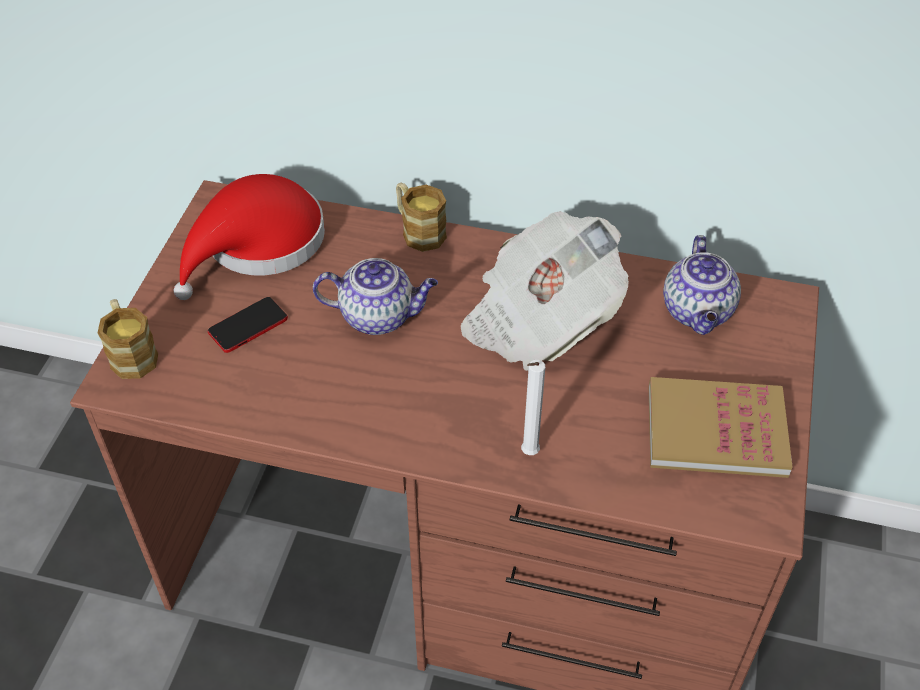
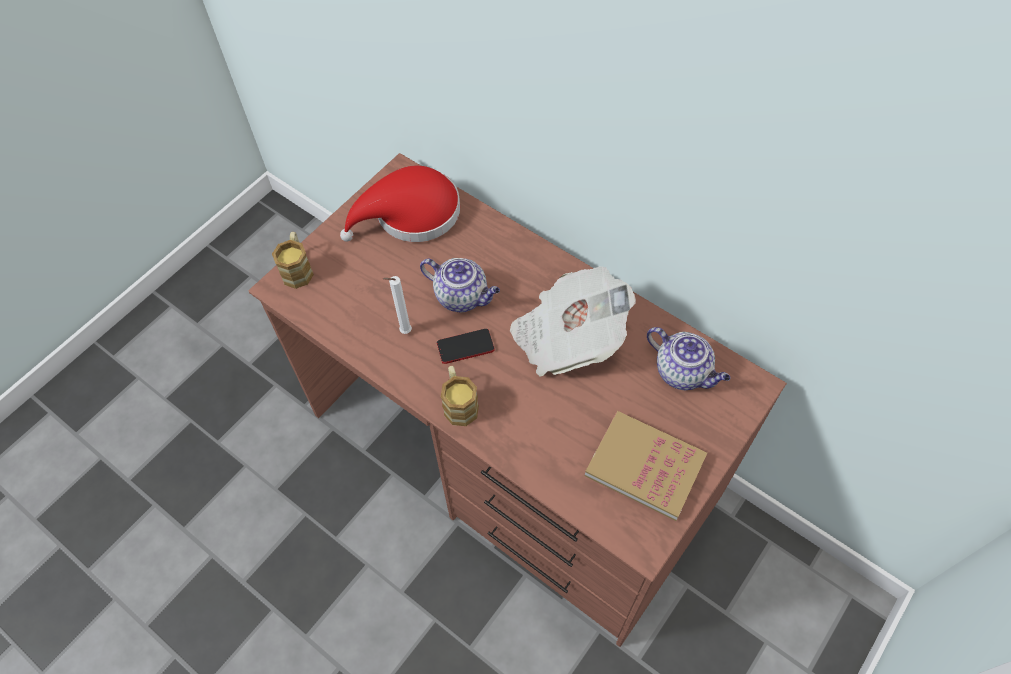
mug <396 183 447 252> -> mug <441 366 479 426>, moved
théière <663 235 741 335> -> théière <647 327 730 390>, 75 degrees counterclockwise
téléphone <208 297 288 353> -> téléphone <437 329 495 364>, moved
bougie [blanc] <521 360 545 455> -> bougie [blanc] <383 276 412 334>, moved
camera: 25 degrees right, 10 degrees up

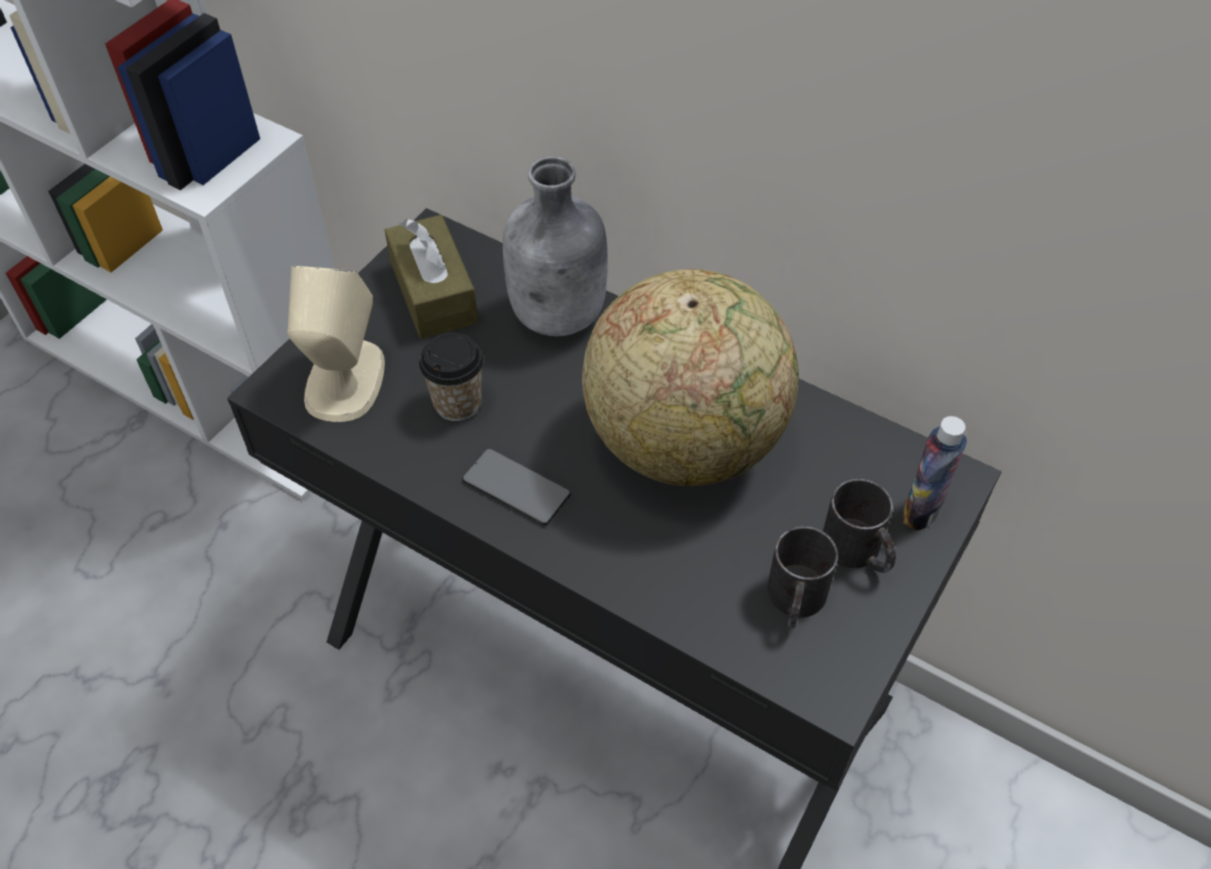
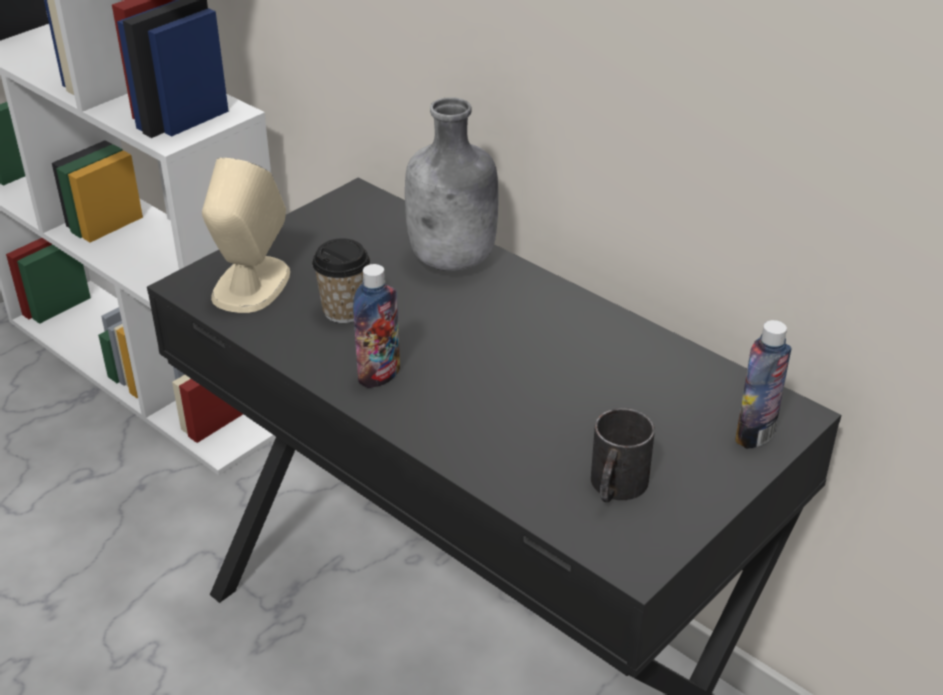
boîte à mouchoirs [marron] <385 215 478 339> -> none
globe <582 269 799 486> -> none
téléphone <462 448 571 525> -> bouteille <353 264 400 388>
mug [noir] <823 479 896 573> -> none
camera: 10 degrees right, 15 degrees down

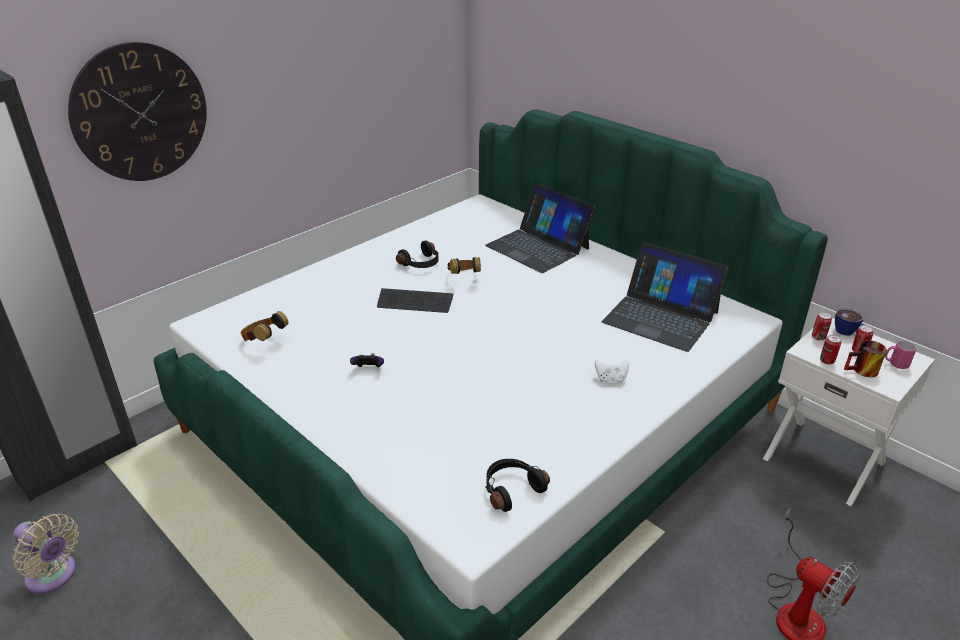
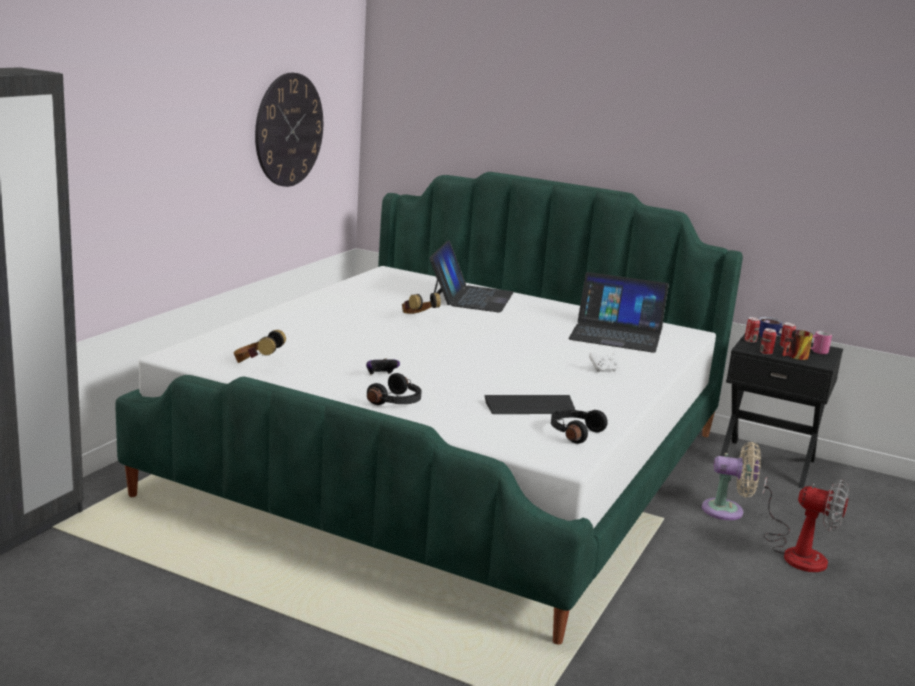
horloge murale <68 42 207 181> -> horloge murale <255 73 323 187>, moved
ordinateur portable <485 183 596 273> -> ordinateur portable <429 241 514 312>, 105 degrees counterclockwise
casque audio [noir] <396 240 439 268> -> casque audio [noir] <367 373 421 405>, moved
clavier <377 288 453 313> -> clavier <485 395 575 414>, moved
table de chevet [blanc] <763 318 935 506> -> table de chevet [noir] <720 333 843 488>
ventilateur [beige] <13 514 79 594> -> ventilateur [beige] <702 442 761 520>, moved
camera: 20 degrees left, 15 degrees down

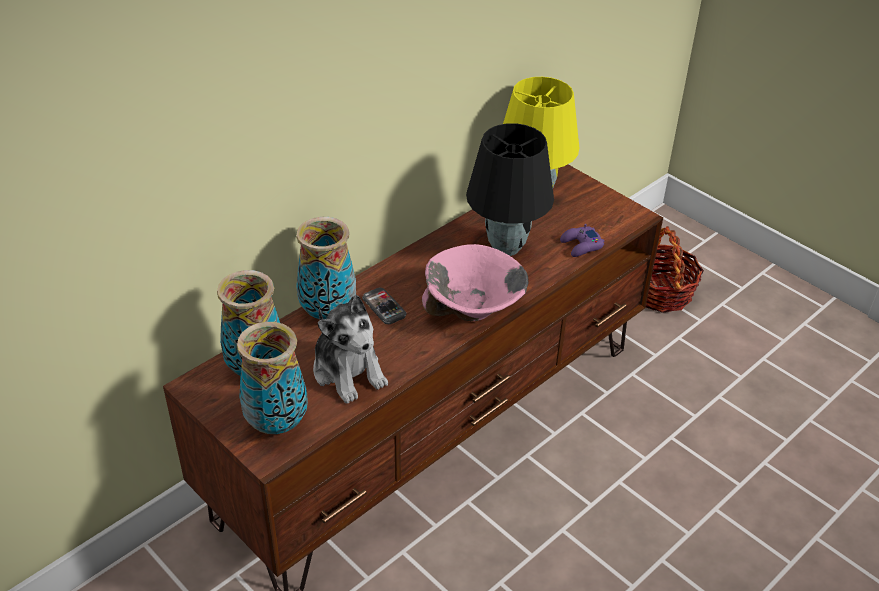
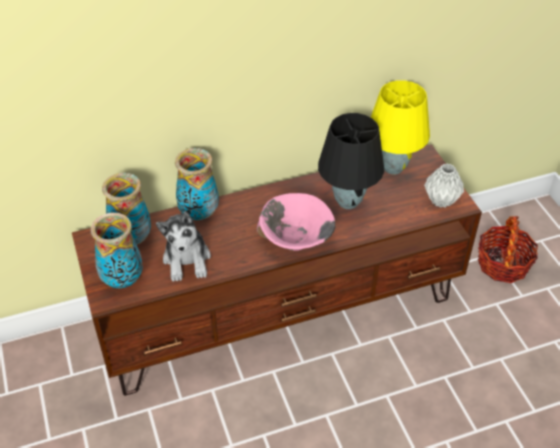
manette [violet] <560 224 605 257> -> none
téléphone <362 288 407 324> -> none
none -> vase [gris] <424 164 464 208>
camera: 25 degrees right, 5 degrees up

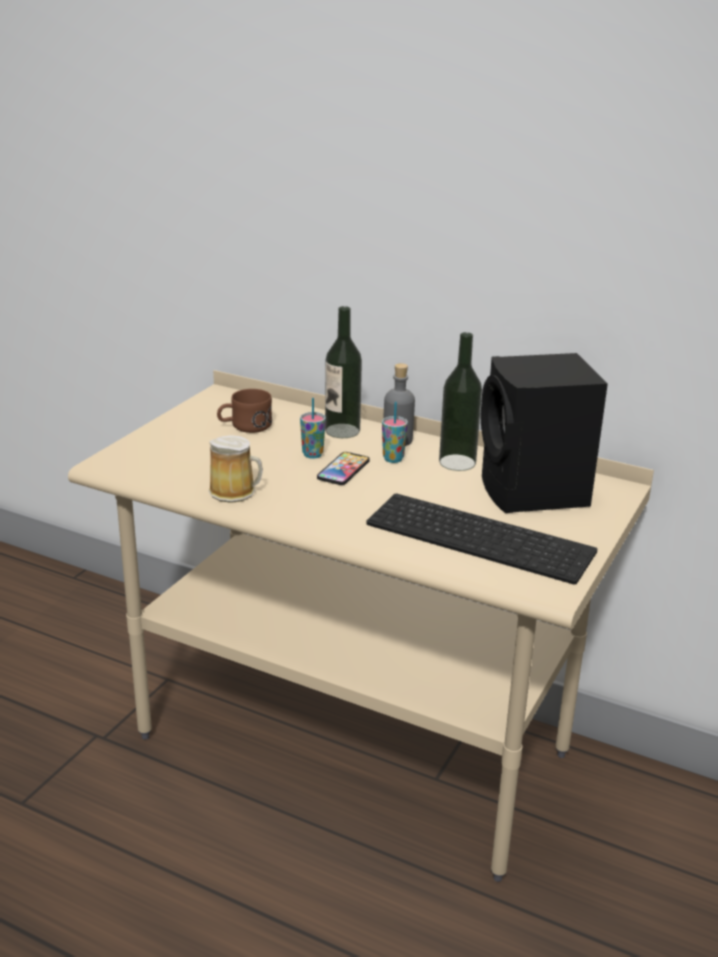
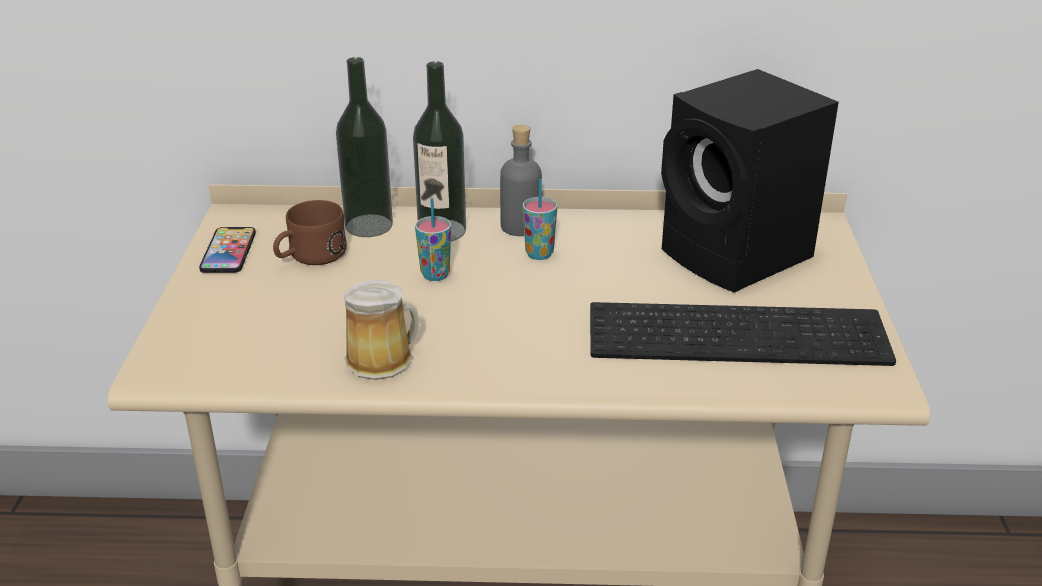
bouteille <439 332 482 471> -> bouteille <336 57 393 237>, moved
téléphone <317 452 369 485> -> téléphone <199 227 256 273>, moved
camera: 25 degrees left, 5 degrees up

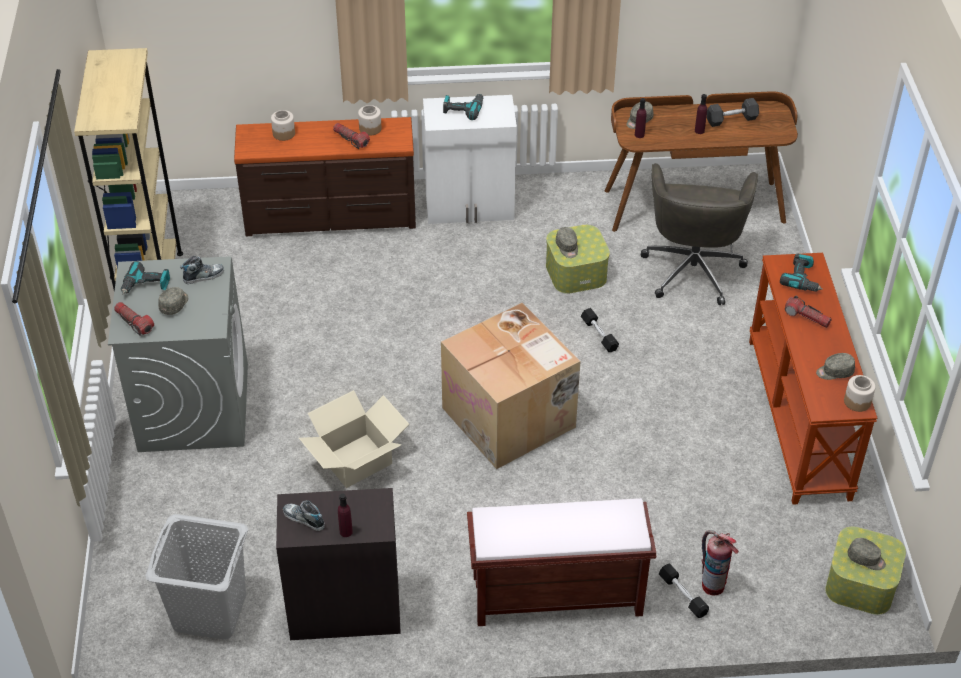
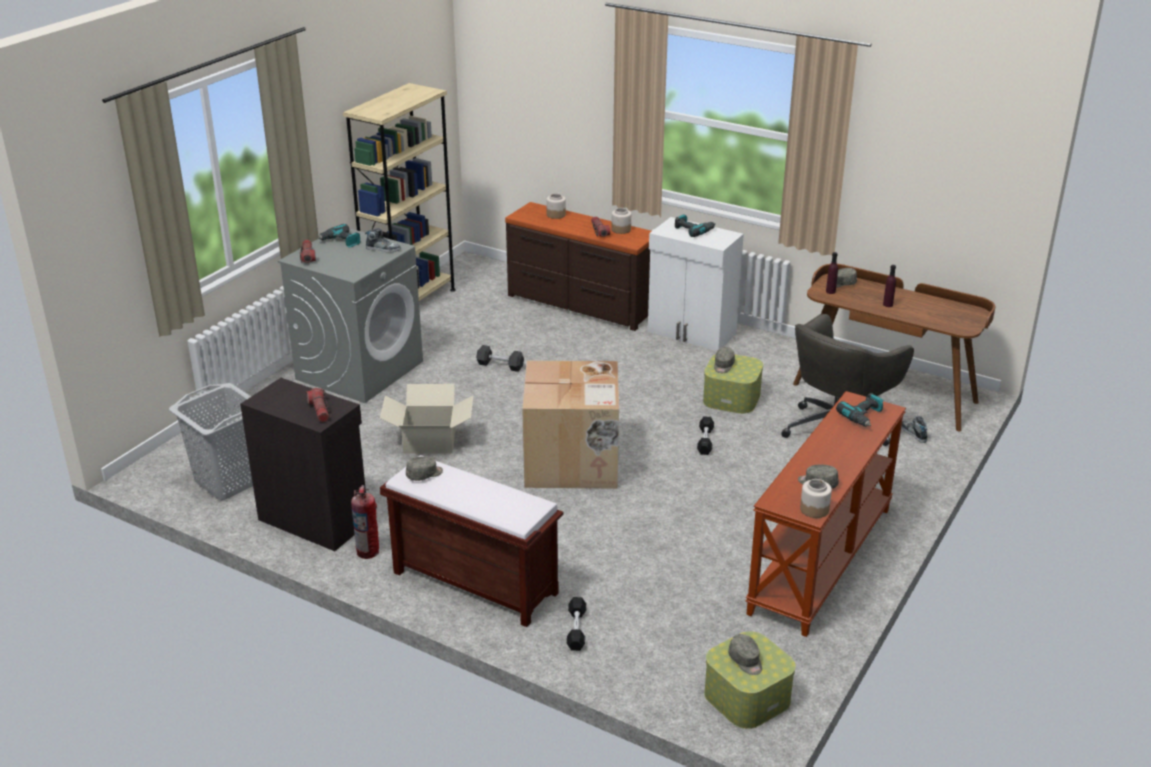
haltère [gris] <707 98 759 127> -> haltère [gris] <476 345 524 372>, moved
casquette [gris] <158 287 188 315> -> casquette [gris] <406 457 443 481>, moved
lampe de poche <785 296 832 328> -> lampe de poche <306 388 329 422>, moved
bouteille [violet] <338 494 353 537> -> none
chaussure <283 500 325 531> -> chaussure <901 416 927 443>, moved
extincteur <702 530 739 595> -> extincteur <351 485 379 559>, moved
camera: 35 degrees right, 15 degrees down

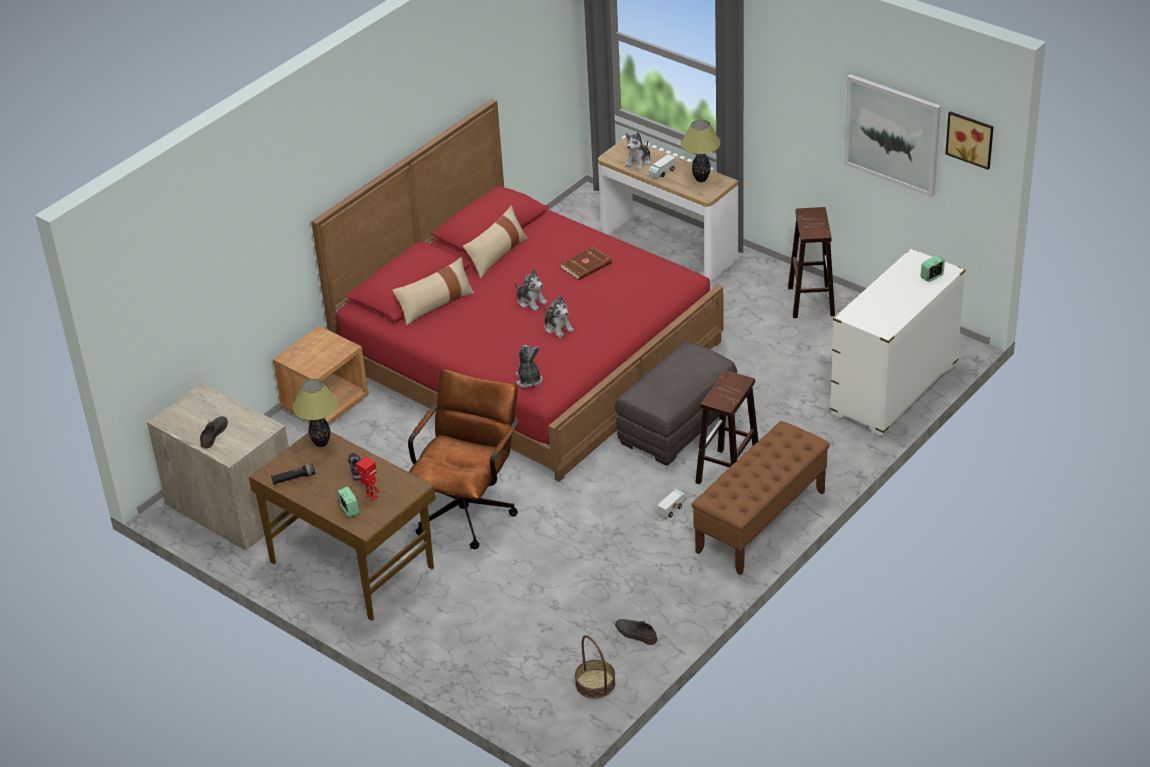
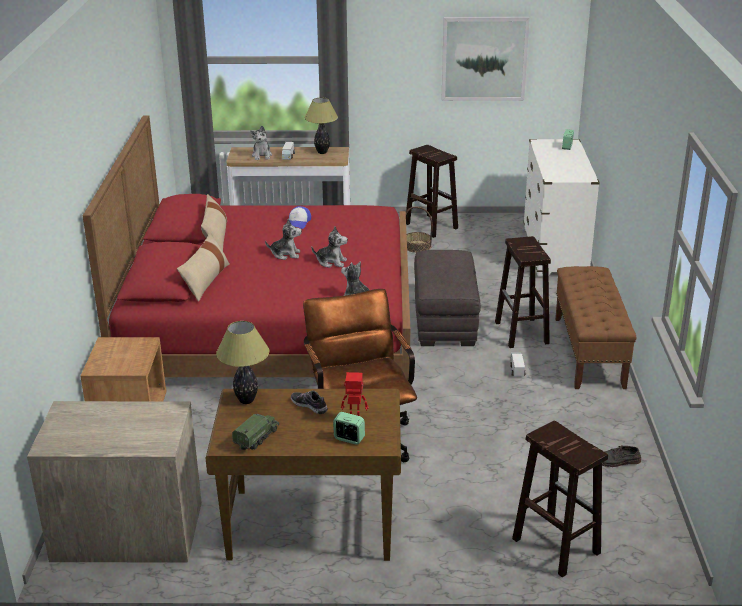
tableau <945 111 994 170> -> none
livre [marron] <560 247 612 280> -> casquette <289 206 311 229>
chaussure [gris] <200 416 228 448> -> none
lampe de poche [noir] <271 463 315 485> -> camion jouet <232 414 279 450>
panier <575 635 616 699> -> panier <406 207 433 253>, moved
none -> tabouret [marron] <512 421 608 577>
camera: 40 degrees left, 10 degrees down

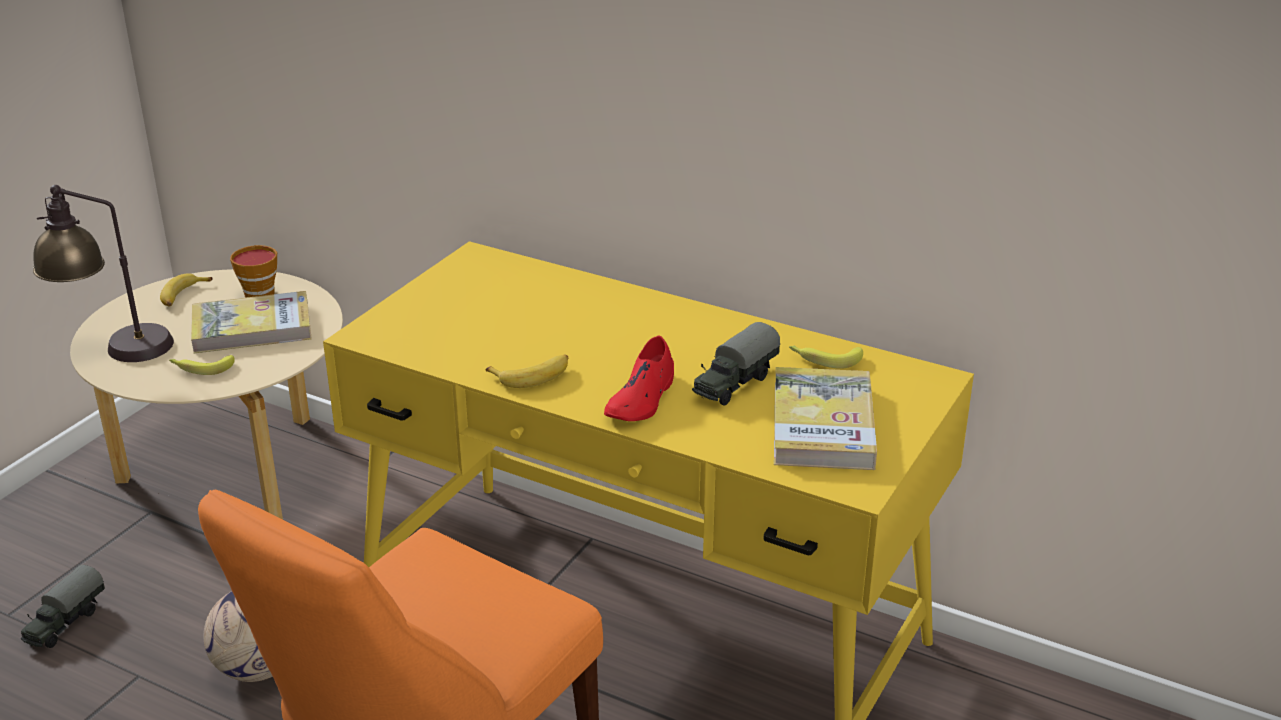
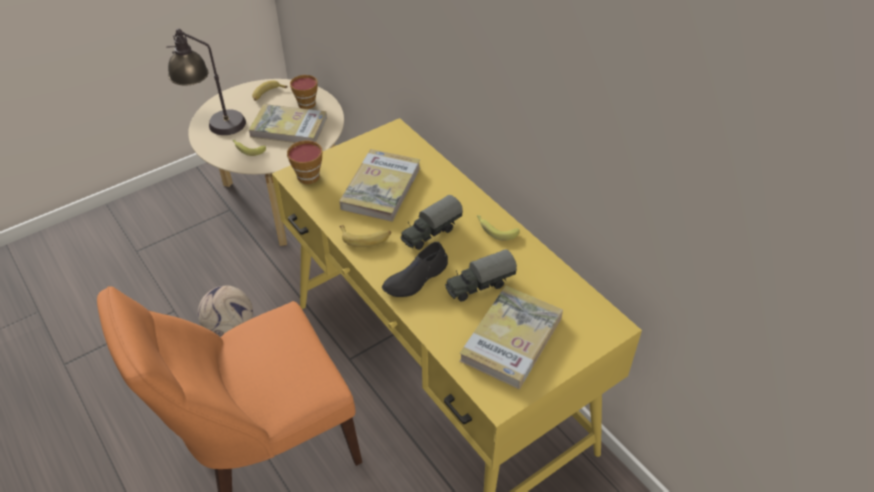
chaussure [rouge] <604 335 674 421> -> chaussure [noir] <382 242 448 297>
banane <789 345 863 369> -> banane <477 215 520 241>, moved
camion jouet <21 565 105 648> -> camion jouet <400 195 463 250>, moved
none -> tasse <287 140 322 184>
none -> livre <339 149 420 222>
camera: 25 degrees right, 15 degrees up

